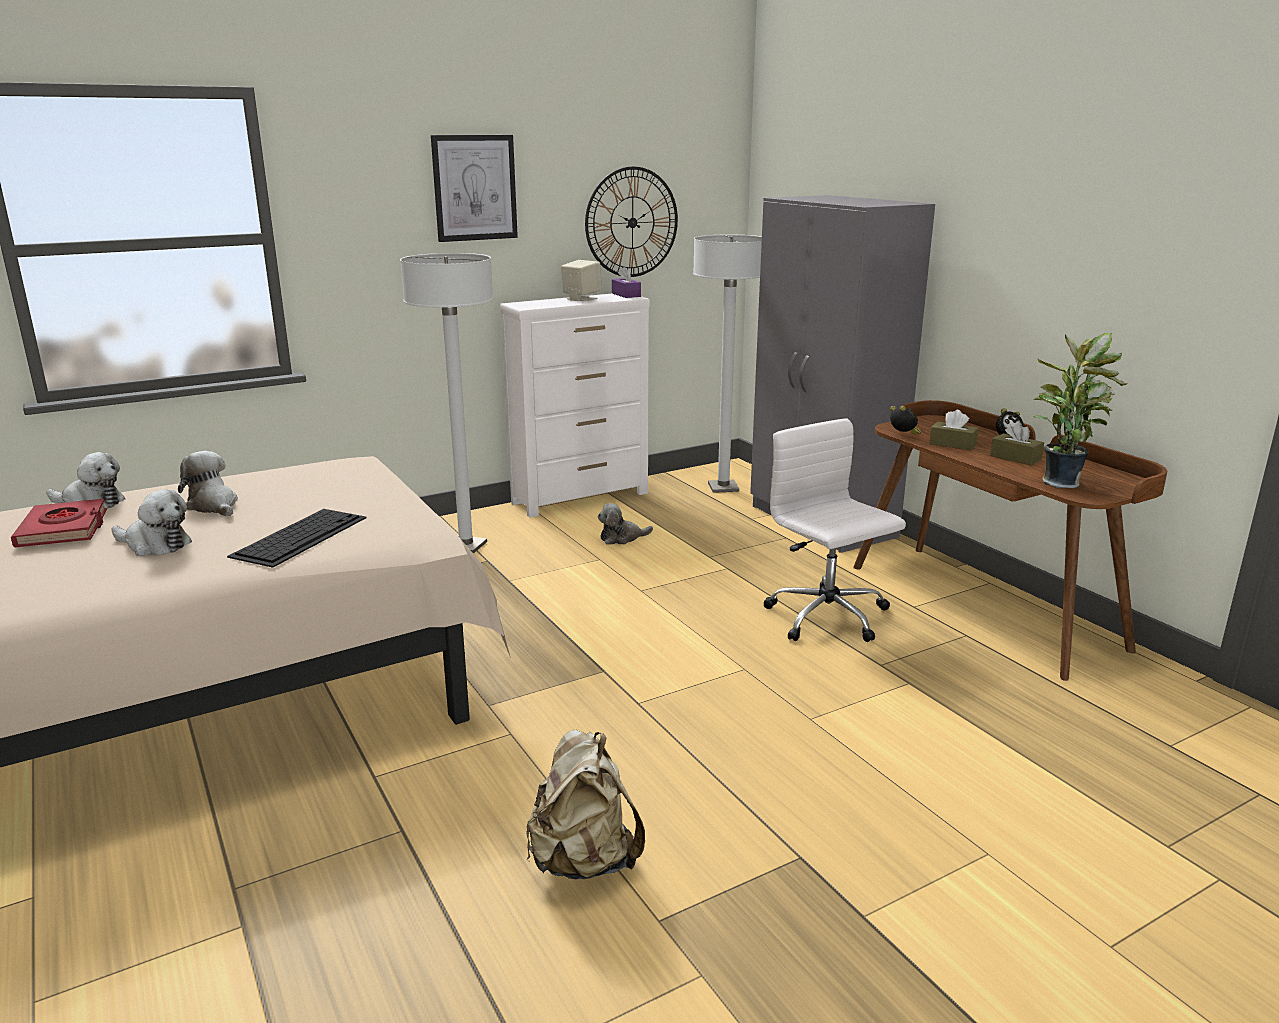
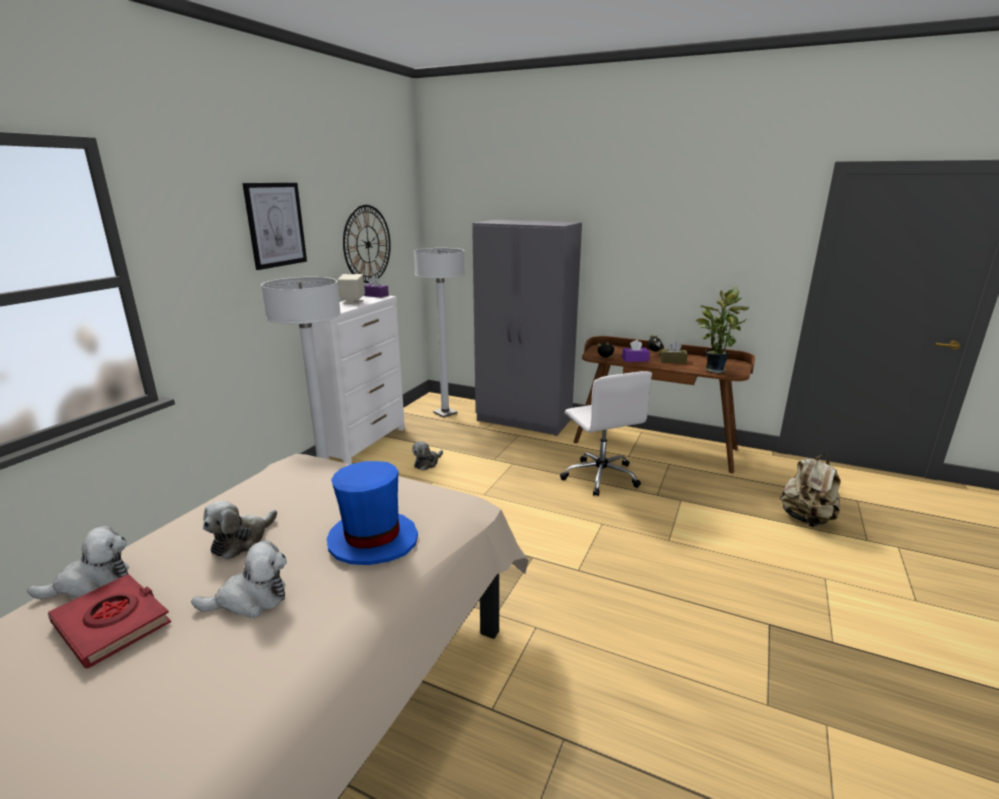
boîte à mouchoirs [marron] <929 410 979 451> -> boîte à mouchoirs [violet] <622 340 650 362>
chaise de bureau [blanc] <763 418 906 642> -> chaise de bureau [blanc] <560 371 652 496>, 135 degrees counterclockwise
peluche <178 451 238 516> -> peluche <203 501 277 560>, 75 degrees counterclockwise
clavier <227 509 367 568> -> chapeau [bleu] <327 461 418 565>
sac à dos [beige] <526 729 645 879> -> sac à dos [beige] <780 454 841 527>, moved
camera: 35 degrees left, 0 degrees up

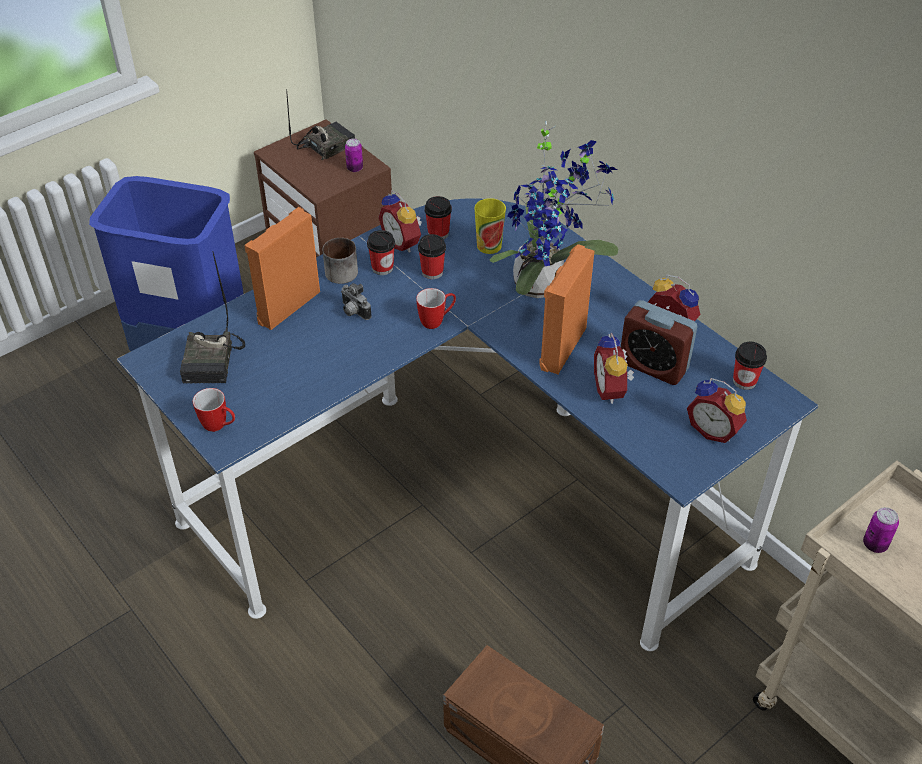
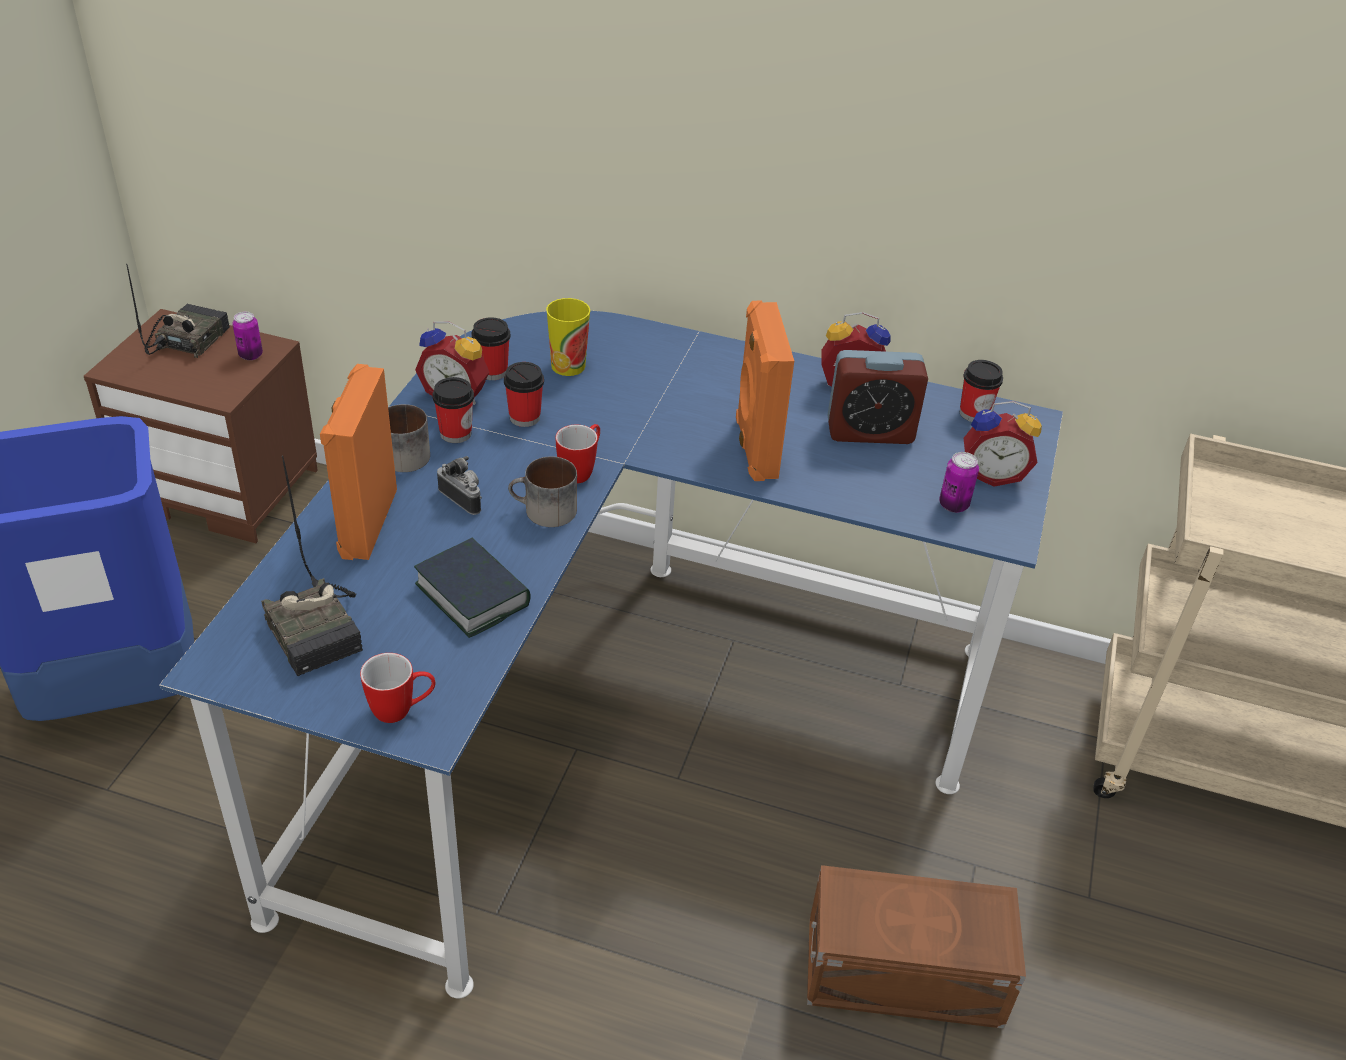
plante en pot <490 121 619 298> -> none
appareil photo <341 283 372 320> -> appareil photo <437 456 482 515>, 150 degrees counterclockwise
réveil <594 333 634 404> -> none
boîte métallique <863 507 899 553> -> boîte métallique <939 452 979 513>, moved
none -> mug <508 456 577 527>
none -> livre <414 538 531 638>
camera: 35 degrees left, 5 degrees down

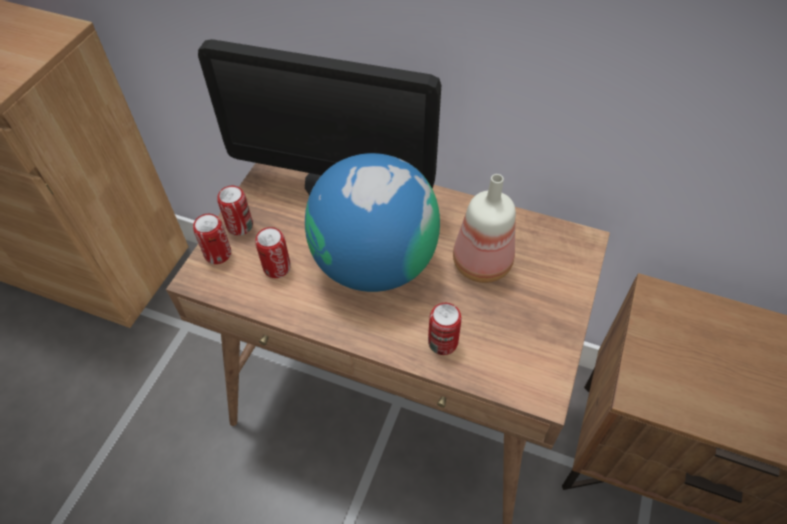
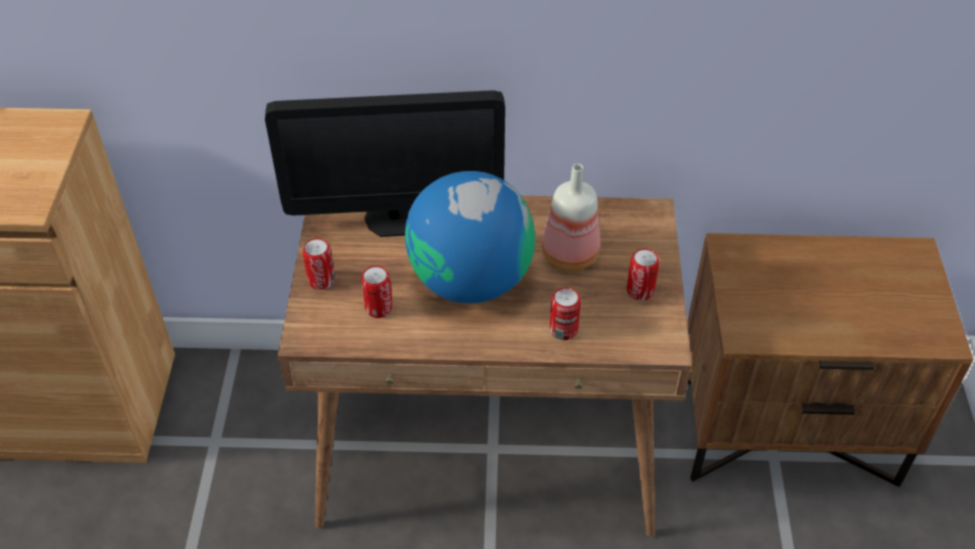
boîte métallique <193 214 231 264> -> boîte métallique <627 248 659 300>, moved
camera: 20 degrees left, 5 degrees down

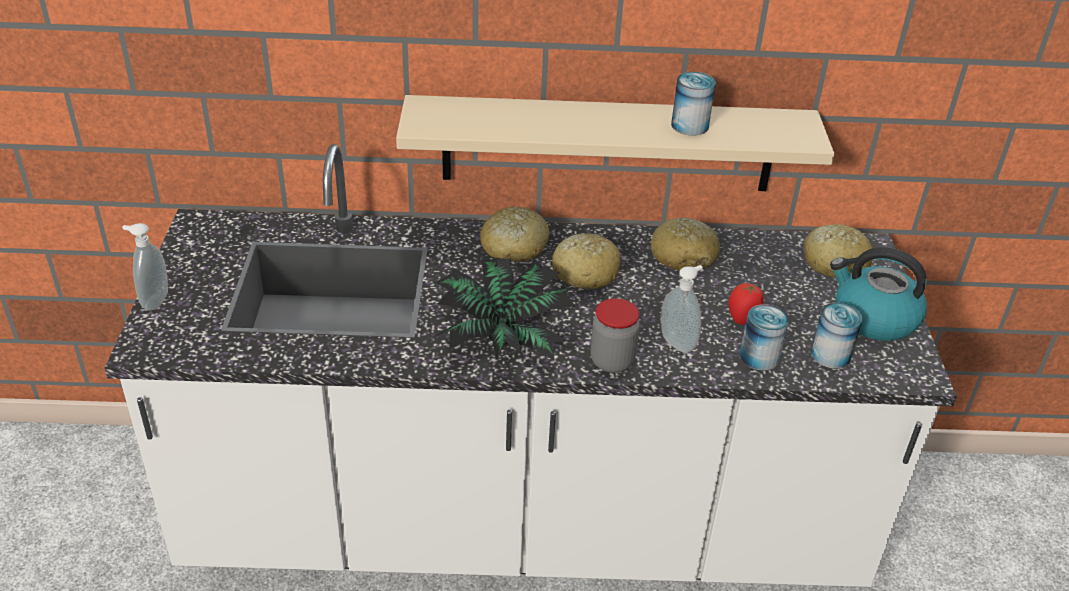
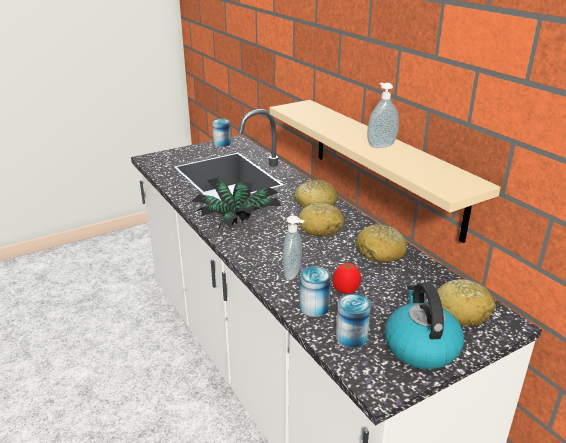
boîte métallique <671 72 716 136> -> boîte métallique <212 119 231 147>, moved
distributeur de savon <122 223 168 310> -> distributeur de savon <367 83 399 148>, moved
bocal <590 298 640 373> -> none
camera: 60 degrees right, 10 degrees down

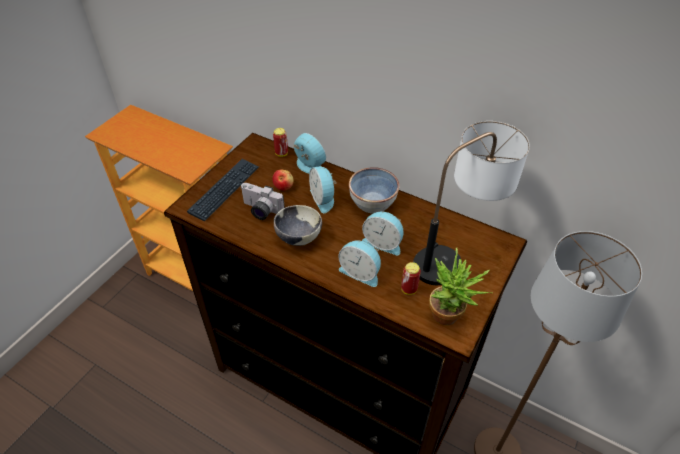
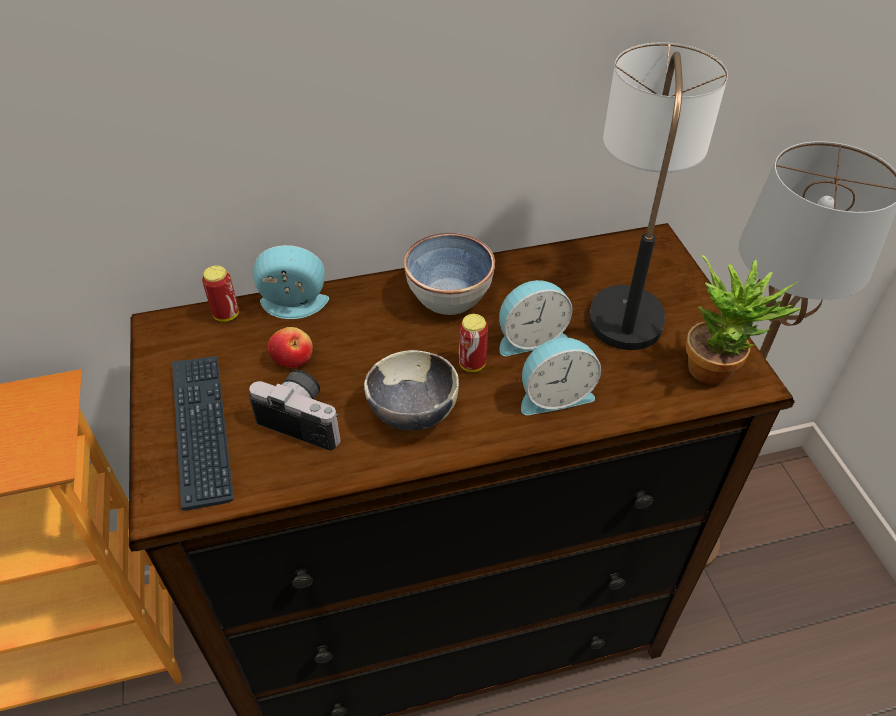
réveil <309 167 337 213> -> none
appareil photo <240 183 285 220> -> appareil photo <249 370 341 450>, 135 degrees counterclockwise
boîte métallique <401 262 421 295> -> boîte métallique <459 314 488 372>, moved
camera: 45 degrees left, 0 degrees up

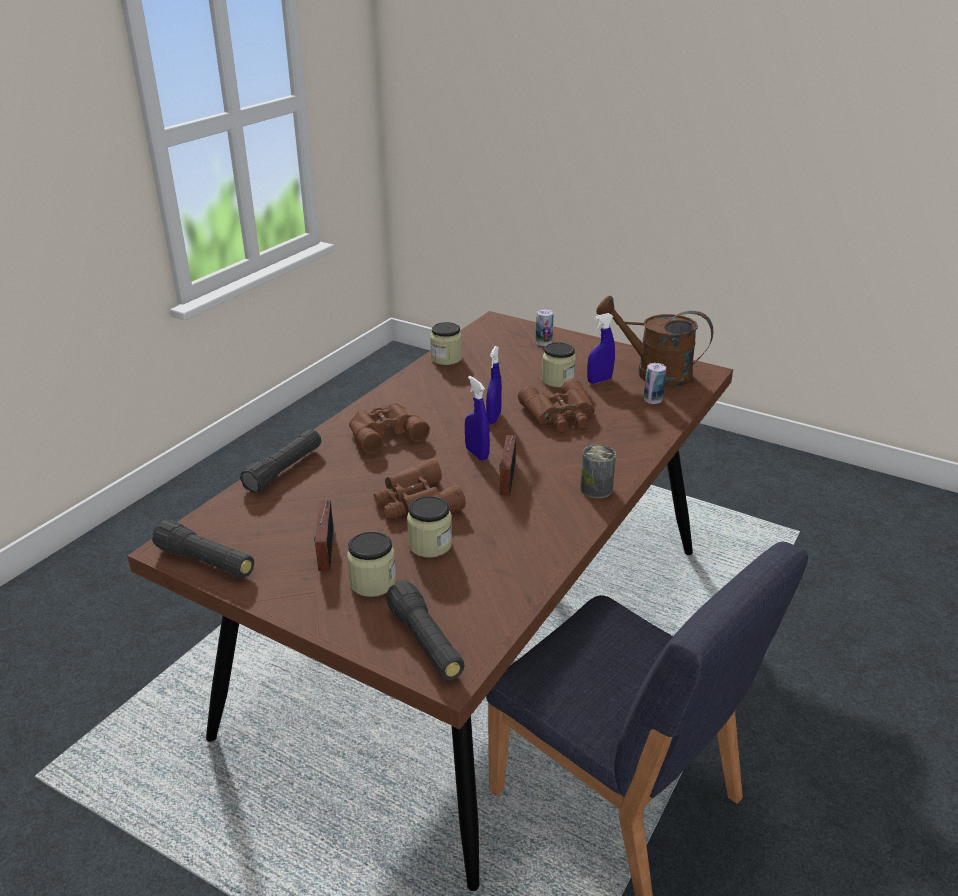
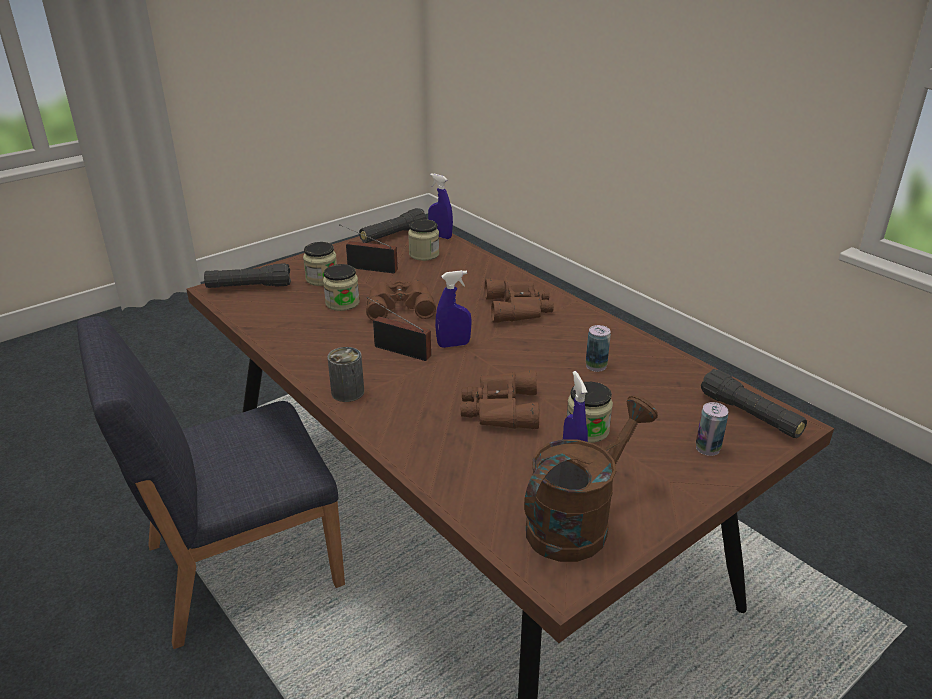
bocal <430 322 462 365> -> bocal <408 219 439 261>, moved
vaporisateur [bleu] <486 346 502 424> -> vaporisateur [bleu] <428 173 453 239>, moved
boîte métallique <644 363 666 404> -> boîte métallique <586 325 611 372>, moved
lampe de poche [noir] <240 430 321 493> -> lampe de poche [noir] <701 369 807 438>, moved
camera: 110 degrees right, 0 degrees up

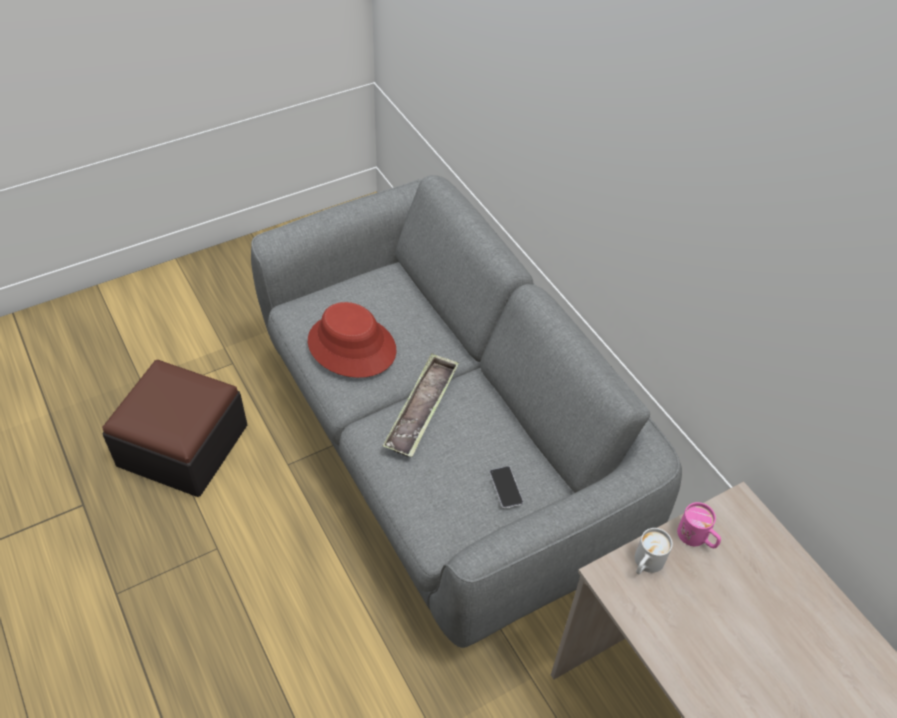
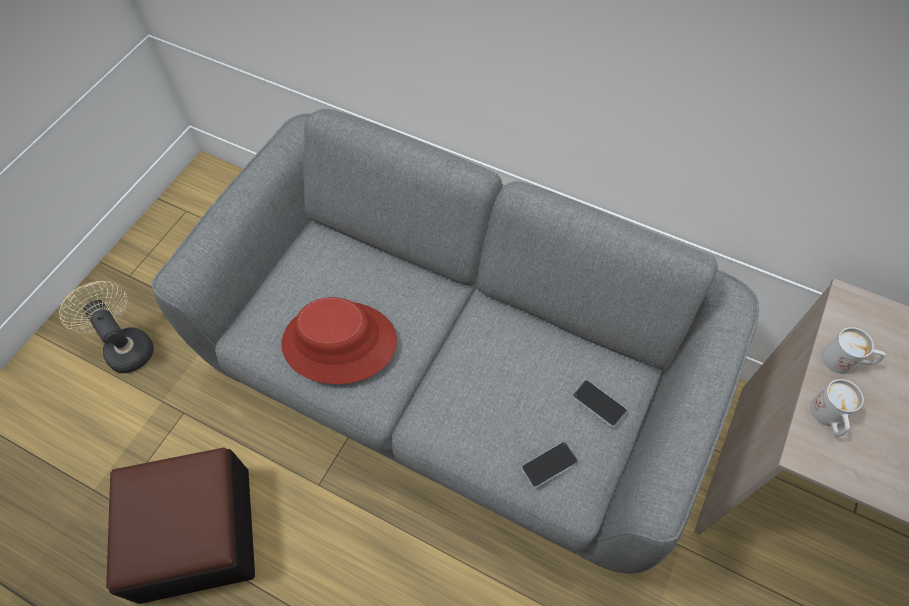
plateau <383 353 459 457> -> none
mug [rose] <677 502 721 548> -> mug [blanc] <822 327 886 374>
none -> ventilateur [beige] <59 281 154 373>
none -> téléphone <521 442 578 488>
camera: 30 degrees left, 10 degrees up

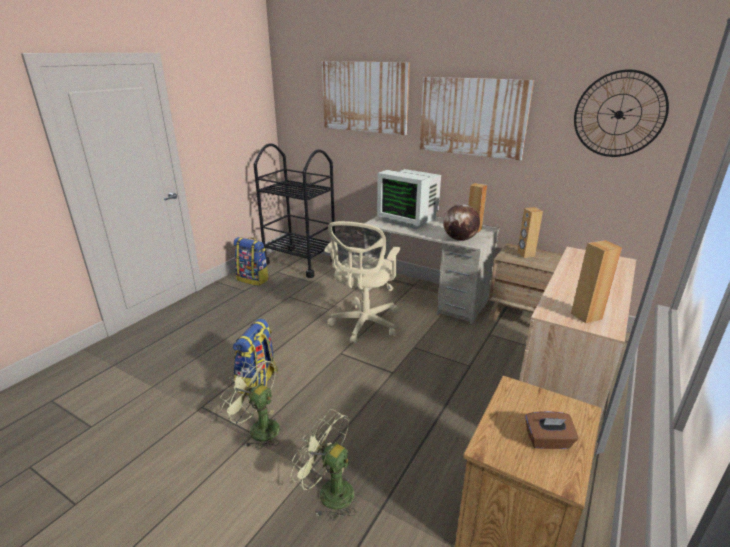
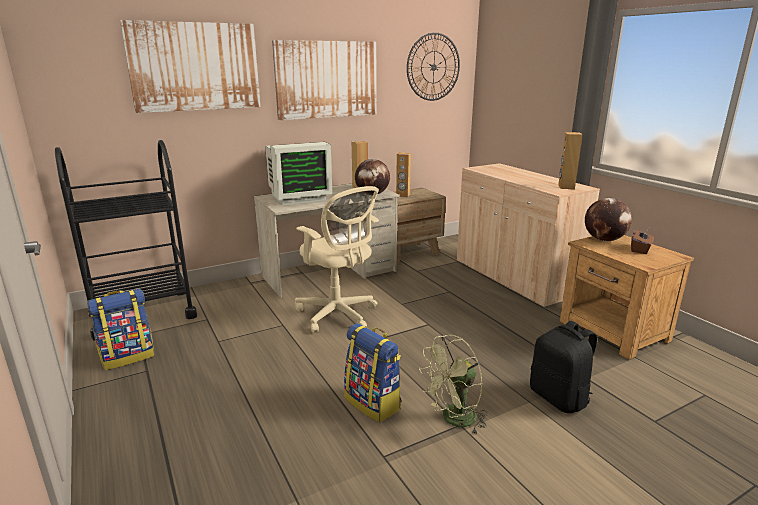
ventilateur [vert] <291 409 357 521> -> sac à dos [noir] <530 321 597 413>
none -> globe <585 198 632 241>
camera: 60 degrees left, 5 degrees down

